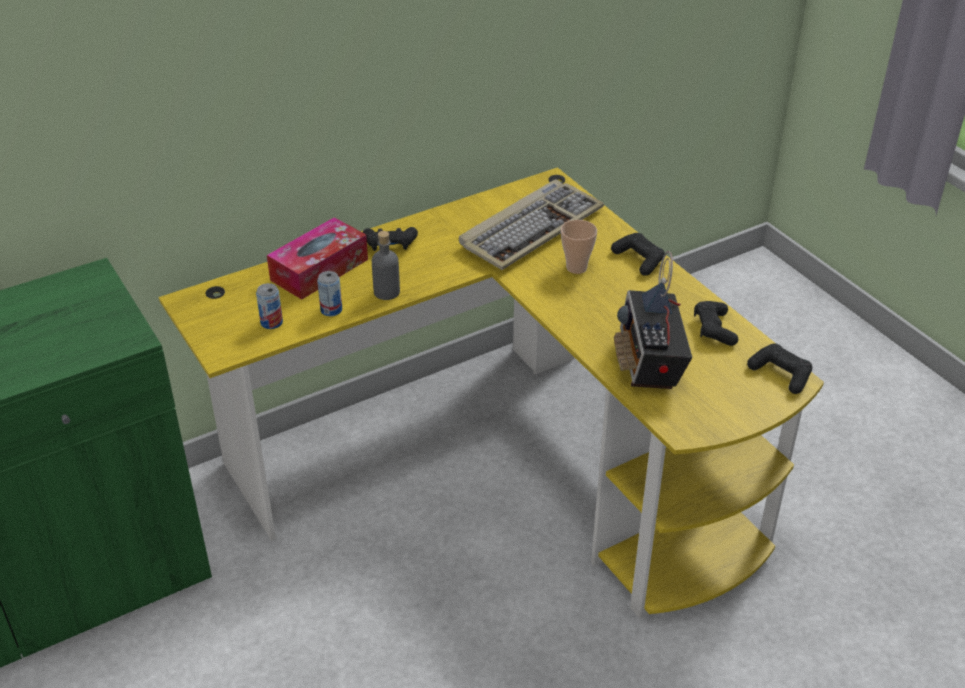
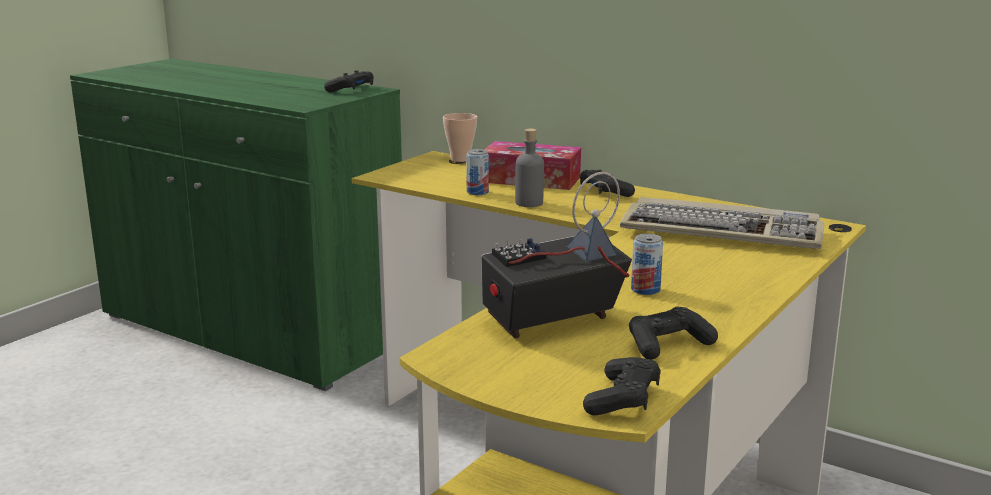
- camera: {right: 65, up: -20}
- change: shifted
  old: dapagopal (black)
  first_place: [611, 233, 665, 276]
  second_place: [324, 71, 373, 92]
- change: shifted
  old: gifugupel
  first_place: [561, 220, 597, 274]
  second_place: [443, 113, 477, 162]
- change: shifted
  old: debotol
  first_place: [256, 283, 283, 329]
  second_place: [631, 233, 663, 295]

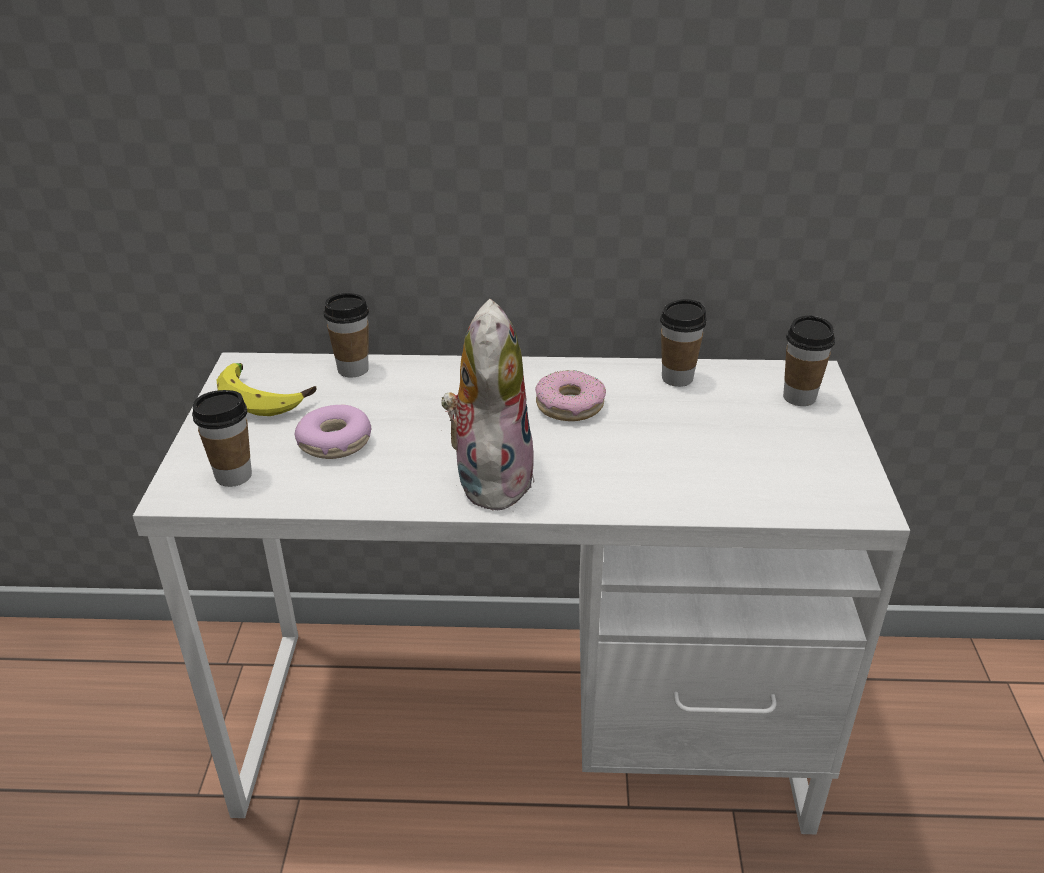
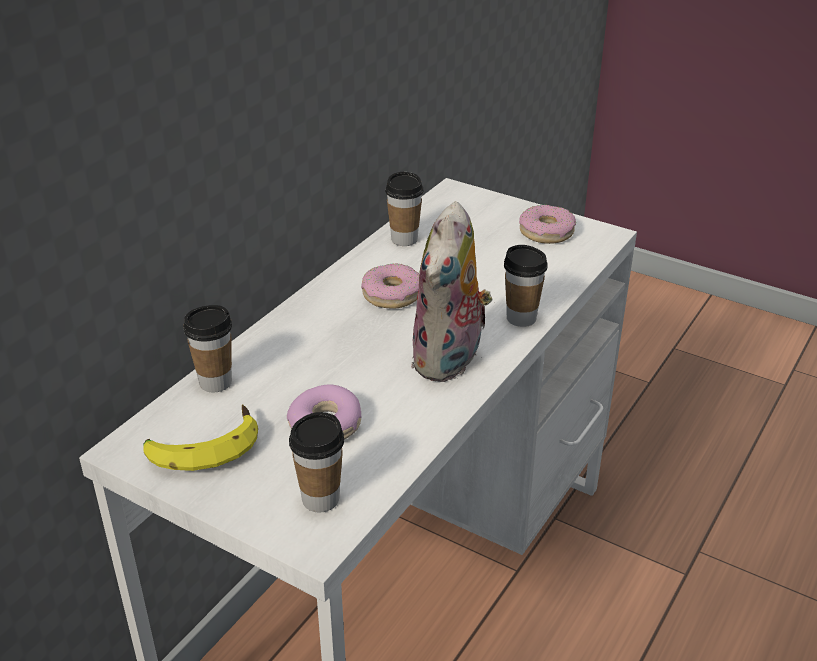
- camera: {right: -60, up: 0}
- change: rotated
  old: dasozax
  first_place: [441, 299, 534, 511]
  second_place: [411, 201, 492, 382]
  degrees: -105
- change: shifted
  old: gifugupel
  first_place: [783, 316, 835, 406]
  second_place: [504, 245, 548, 327]
- change: new
  new: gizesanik
  second_place: [519, 205, 576, 244]

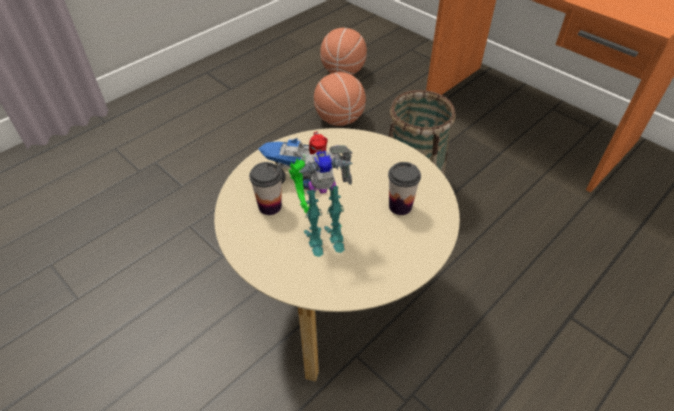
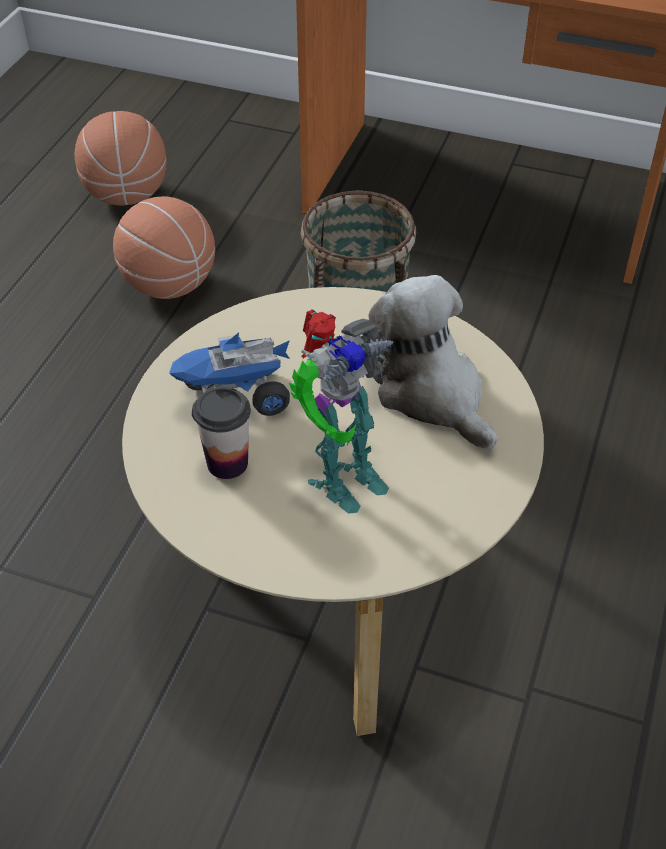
- camera: {right: -25, up: 0}
- change: swapped
  old: gifugupel
  new: dasozax
  first_place: [388, 162, 421, 215]
  second_place: [369, 275, 497, 449]

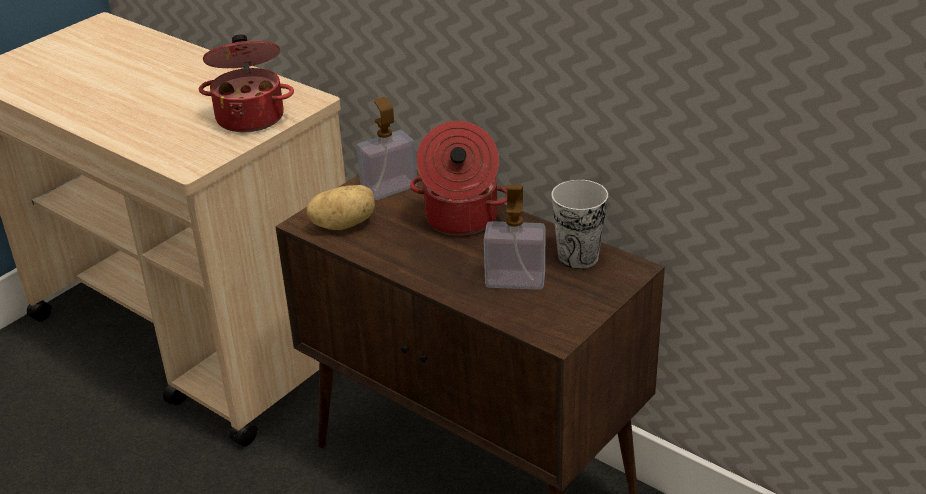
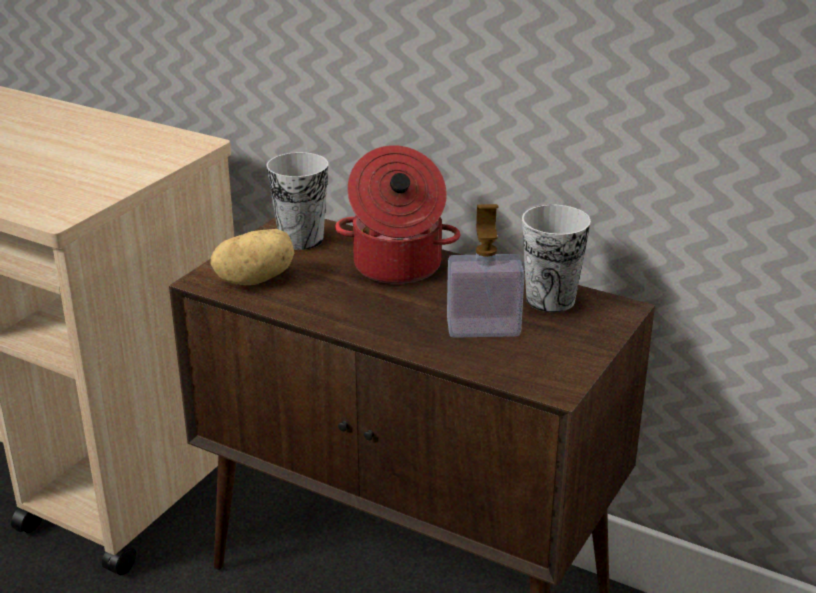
- camera: {right: -10, up: -5}
- change: swapped
  old: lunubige
  new: gifugupel
  first_place: [357, 97, 417, 201]
  second_place: [266, 152, 329, 250]
- change: gone
  old: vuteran
  first_place: [199, 35, 294, 132]

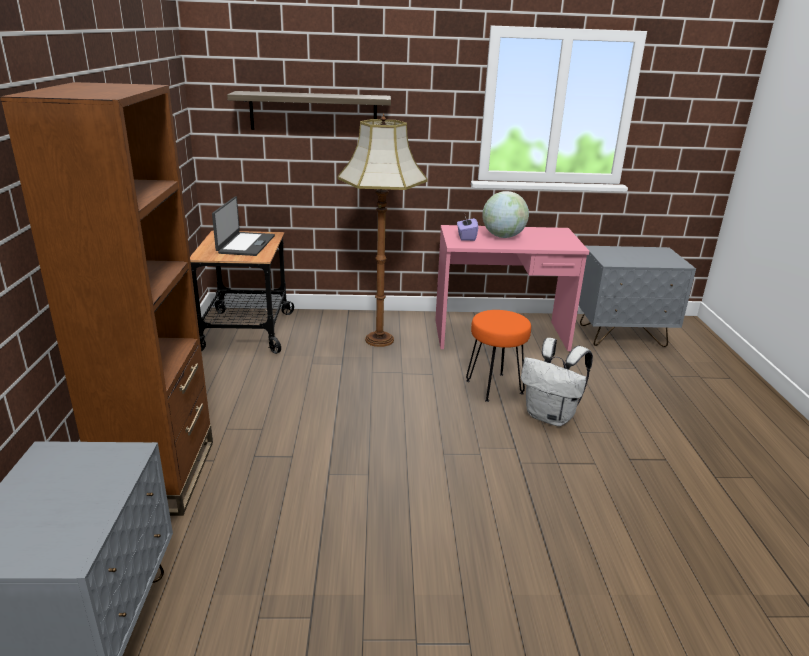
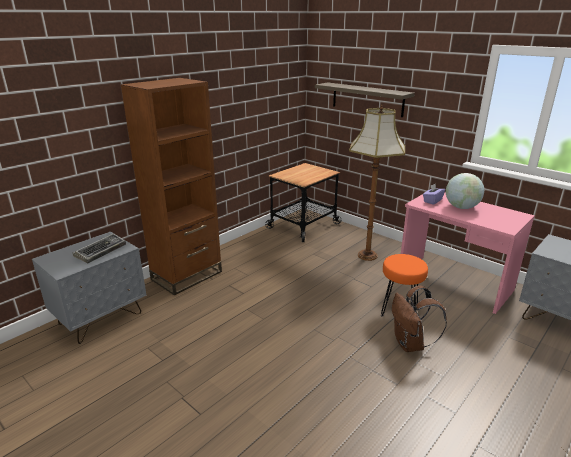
- camera: {right: 45, up: 0}
- change: new
  new: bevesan
  second_place: [72, 233, 126, 263]
- change: repainted
  old: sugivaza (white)
  new: sugivaza (brown)
  first_place: [521, 338, 593, 426]
  second_place: [392, 285, 447, 352]
- change: gone
  old: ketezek
  first_place: [212, 196, 275, 256]

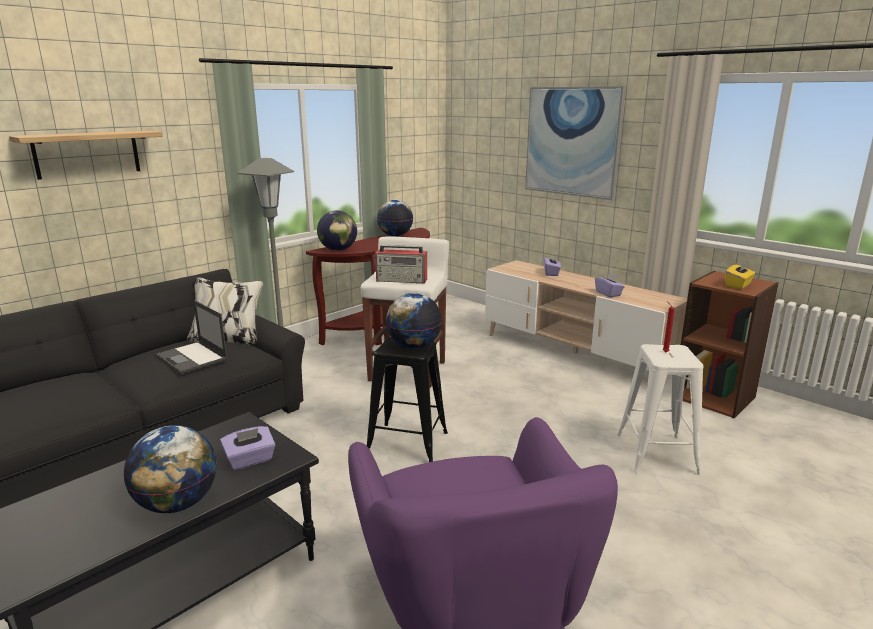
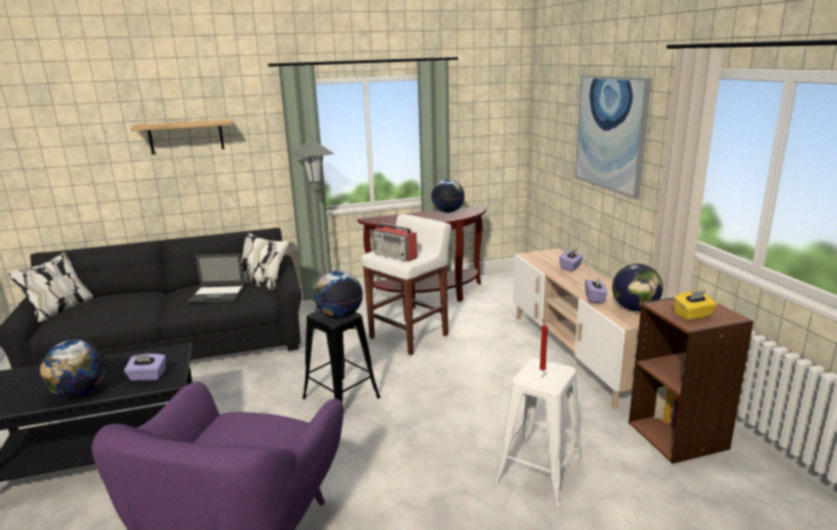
- camera: {right: 30, up: 0}
- change: rotated
  old: ketezek
  first_place: [155, 300, 228, 374]
  second_place: [188, 253, 245, 302]
  degrees: -75
- change: shifted
  old: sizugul
  first_place: [317, 211, 357, 251]
  second_place: [612, 264, 663, 311]

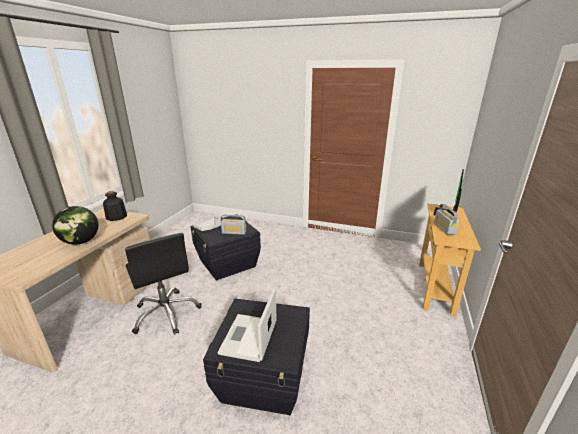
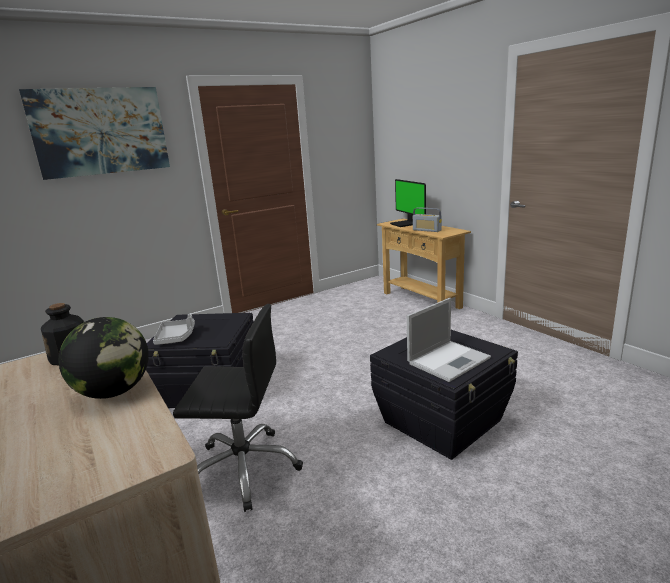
- camera: {right: -50, up: -5}
- change: new
  new: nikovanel
  second_place: [19, 87, 170, 180]
- change: rotated
  old: ketezek
  first_place: [217, 288, 277, 362]
  second_place: [407, 298, 491, 382]
  degrees: -90
- change: gone
  old: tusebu
  first_place: [221, 215, 246, 235]

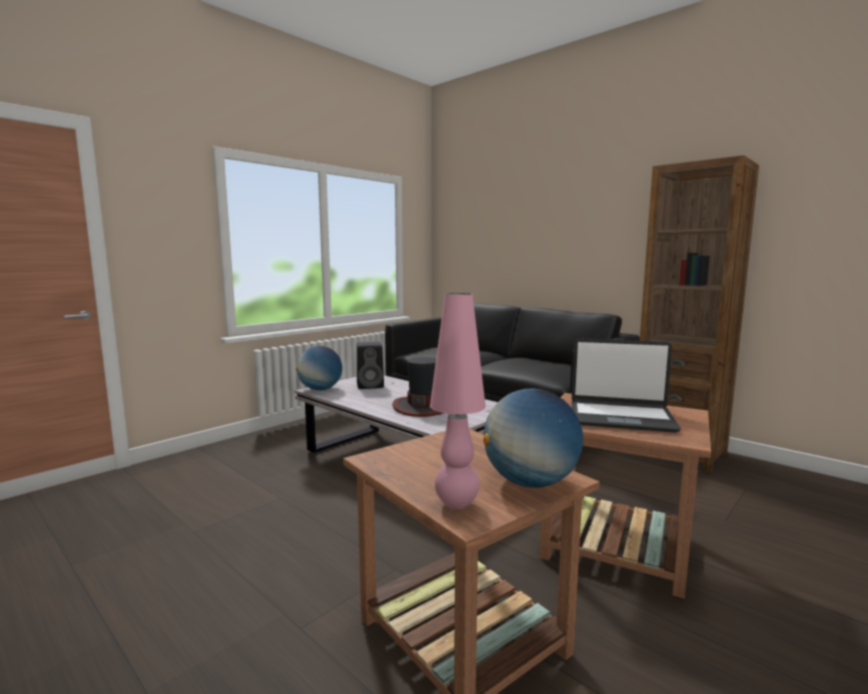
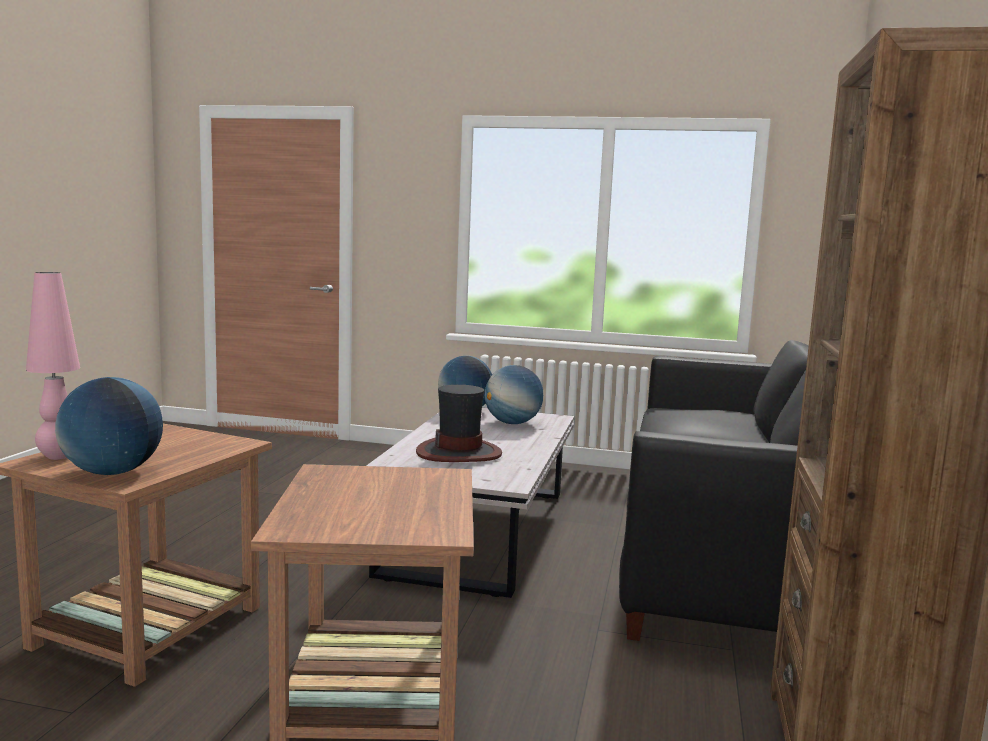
- camera: {right: 60, up: 0}
- change: swapped
  old: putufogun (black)
  new: sizugul
  first_place: [357, 342, 384, 389]
  second_place: [485, 365, 543, 424]
- change: gone
  old: ketezek
  first_place: [572, 338, 681, 433]

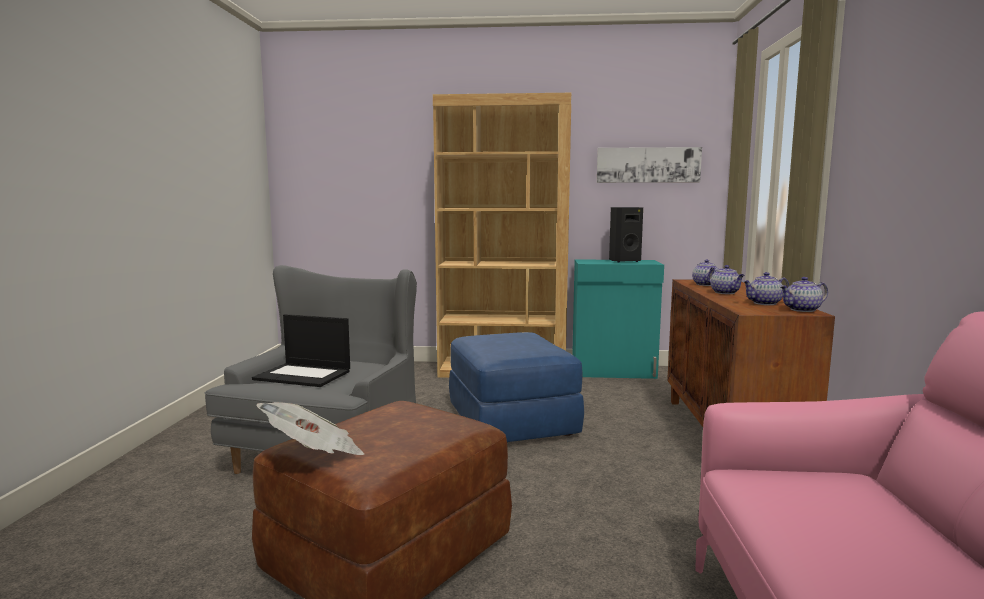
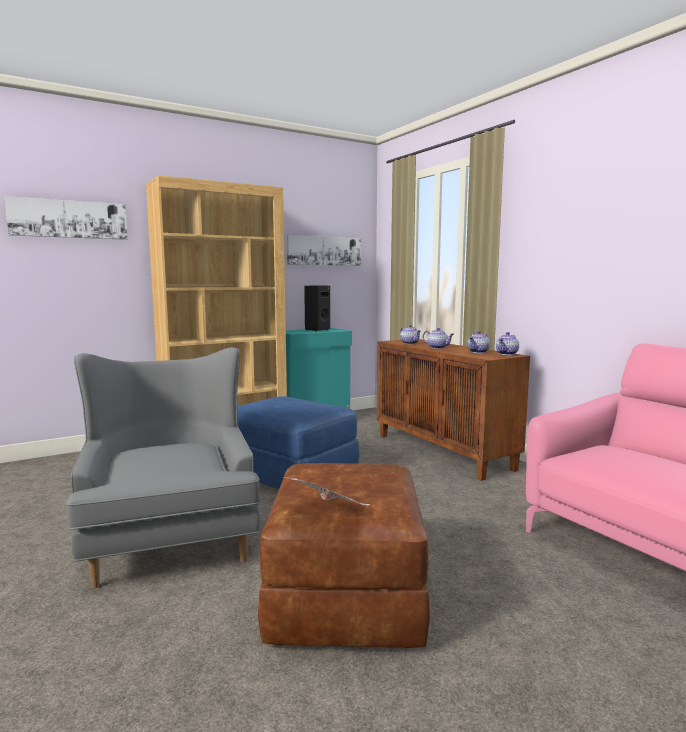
- camera: {right: -35, up: 0}
- change: new
  new: nikovanel
  second_place: [5, 196, 128, 240]
- change: gone
  old: ketezek
  first_place: [252, 314, 350, 387]

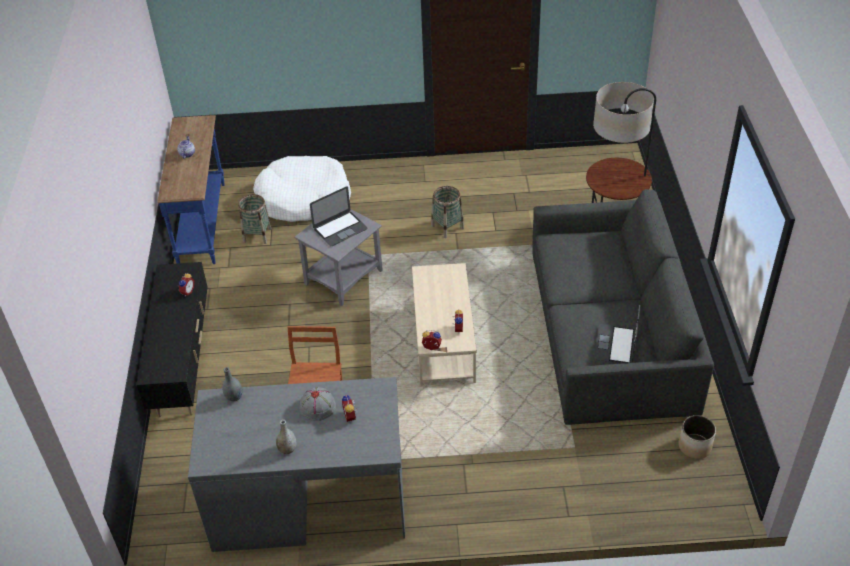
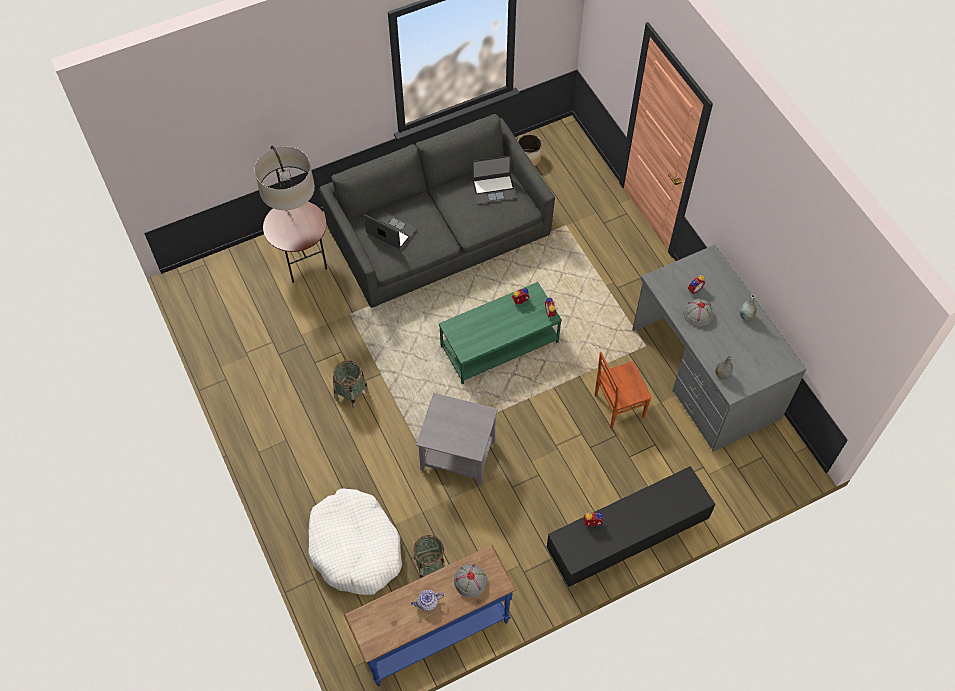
- camera: {right: -115, up: 15}
- change: shifted
  old: ketezek
  first_place: [310, 186, 367, 246]
  second_place: [364, 212, 417, 249]
- change: repainted
  old: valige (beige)
  new: valige (green)
  first_place: [412, 263, 476, 387]
  second_place: [439, 282, 562, 384]
- change: new
  new: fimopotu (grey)
  second_place: [454, 564, 488, 597]

